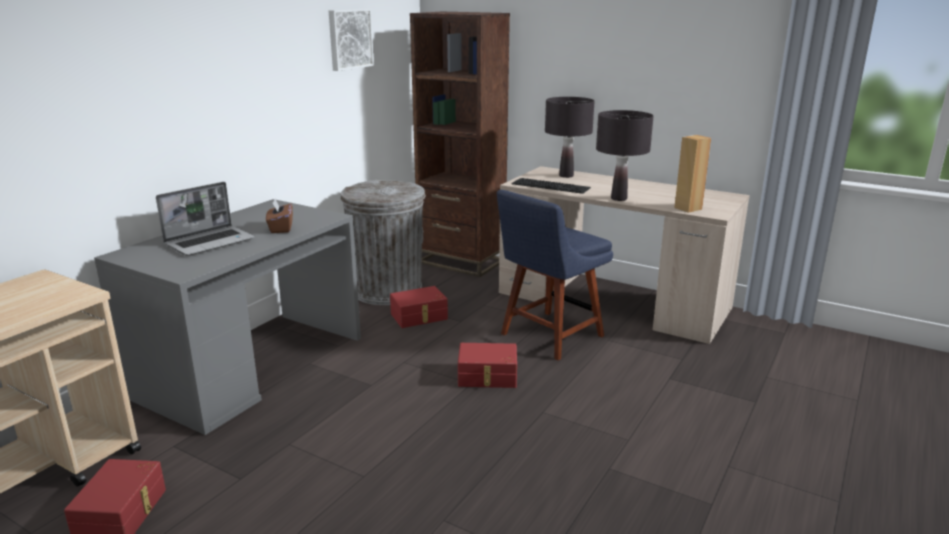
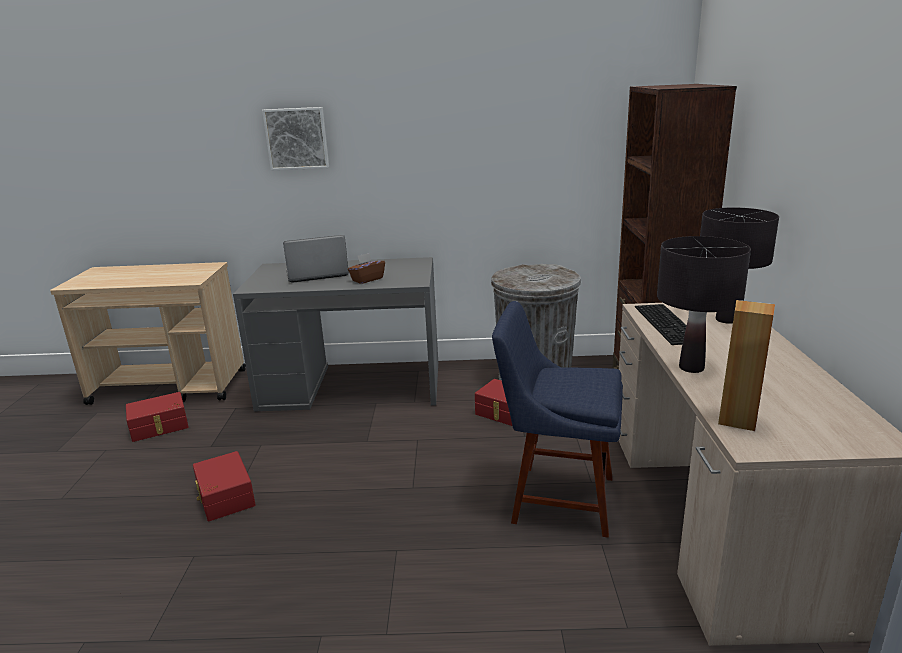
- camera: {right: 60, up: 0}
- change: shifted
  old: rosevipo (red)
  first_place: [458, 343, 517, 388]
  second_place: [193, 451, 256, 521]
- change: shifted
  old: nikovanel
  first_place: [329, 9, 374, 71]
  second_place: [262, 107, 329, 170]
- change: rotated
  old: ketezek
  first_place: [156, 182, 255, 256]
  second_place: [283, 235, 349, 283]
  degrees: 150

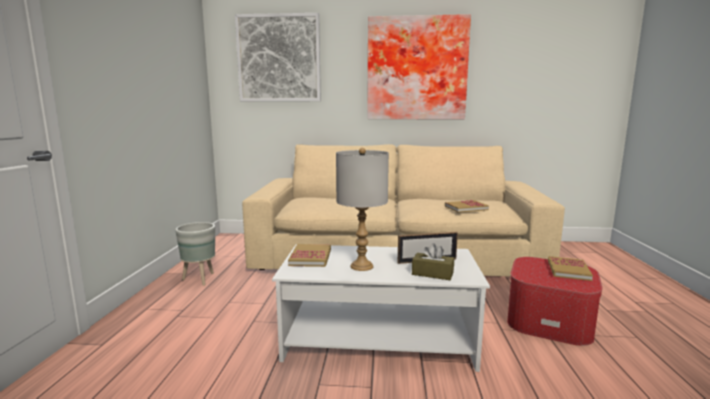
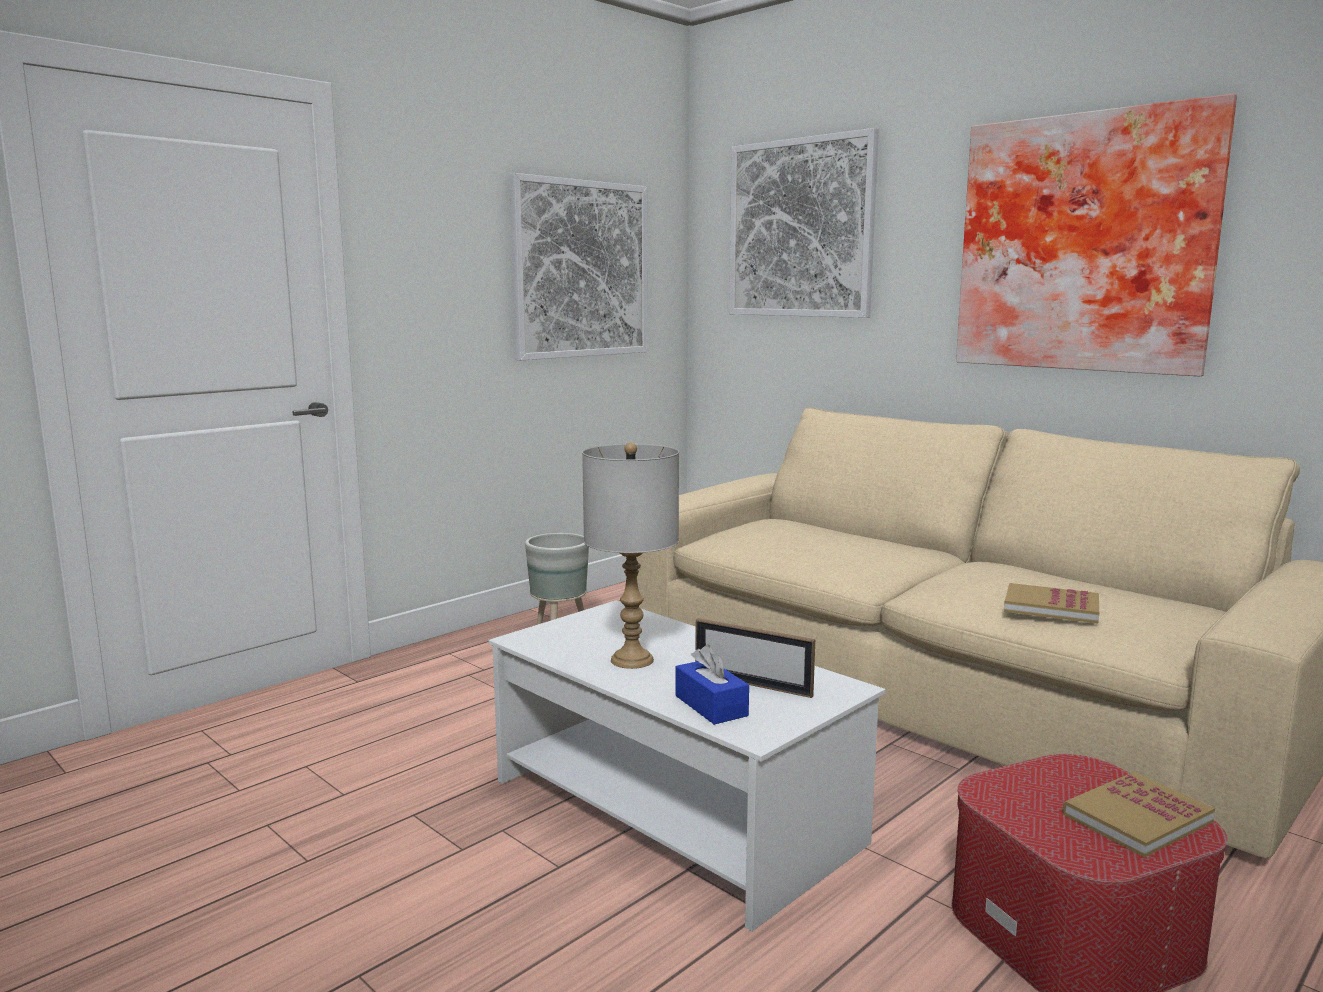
- camera: {right: 40, up: 0}
- change: new
  new: nikovanel
  second_place: [509, 173, 648, 360]
- change: repainted
  old: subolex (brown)
  new: subolex (blue)
  first_place: [412, 243, 454, 280]
  second_place: [676, 645, 749, 725]
- change: gone
  old: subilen
  first_place: [288, 244, 331, 267]

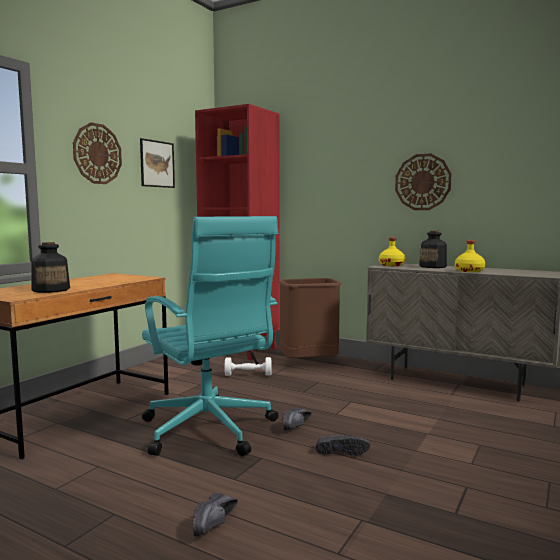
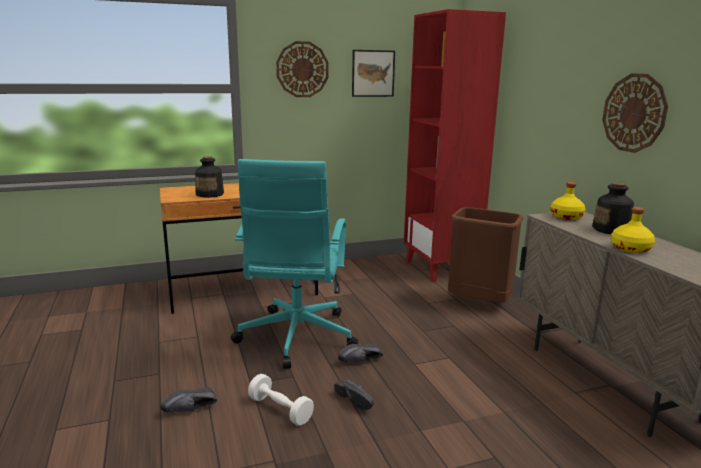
- camera: {right: 40, up: 10}
- change: shifted
  old: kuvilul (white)
  first_place: [225, 357, 271, 376]
  second_place: [248, 374, 314, 426]

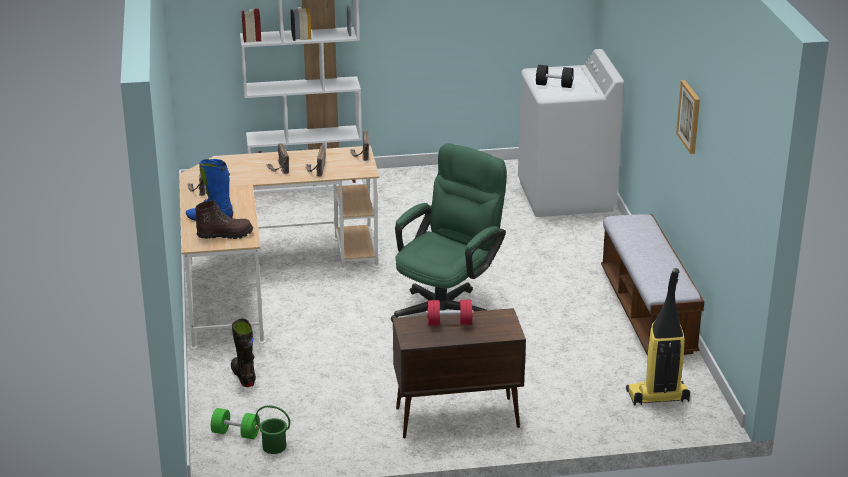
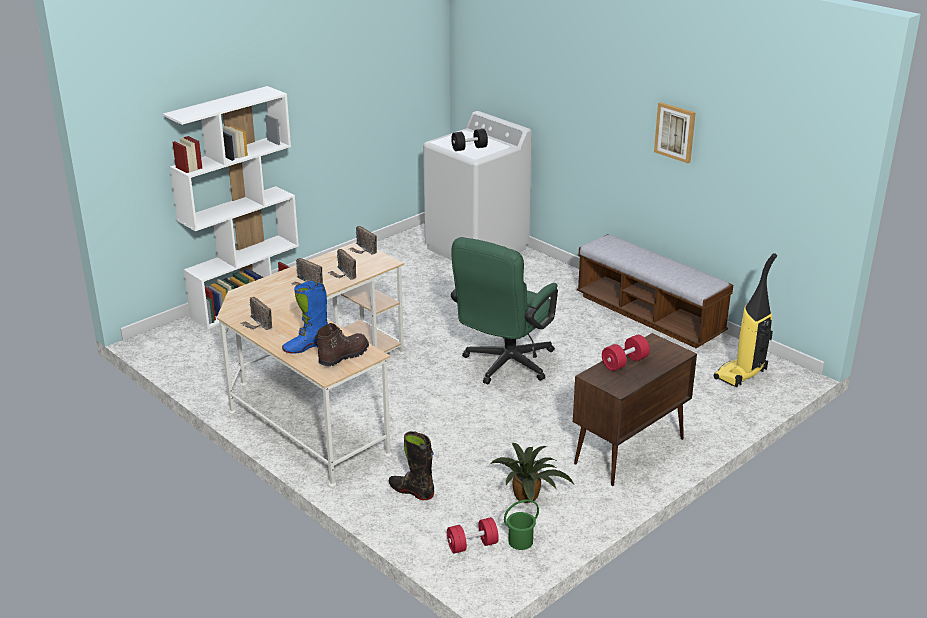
- camera: {right: -35, up: 0}
- change: repainted
  old: kuvilul (green)
  new: kuvilul (red)
  first_place: [211, 408, 260, 439]
  second_place: [447, 517, 499, 554]
- change: rotated
  old: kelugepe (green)
  first_place: [391, 143, 507, 323]
  second_place: [451, 237, 558, 384]
  degrees: -150
- change: new
  new: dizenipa
  second_place: [491, 443, 574, 503]

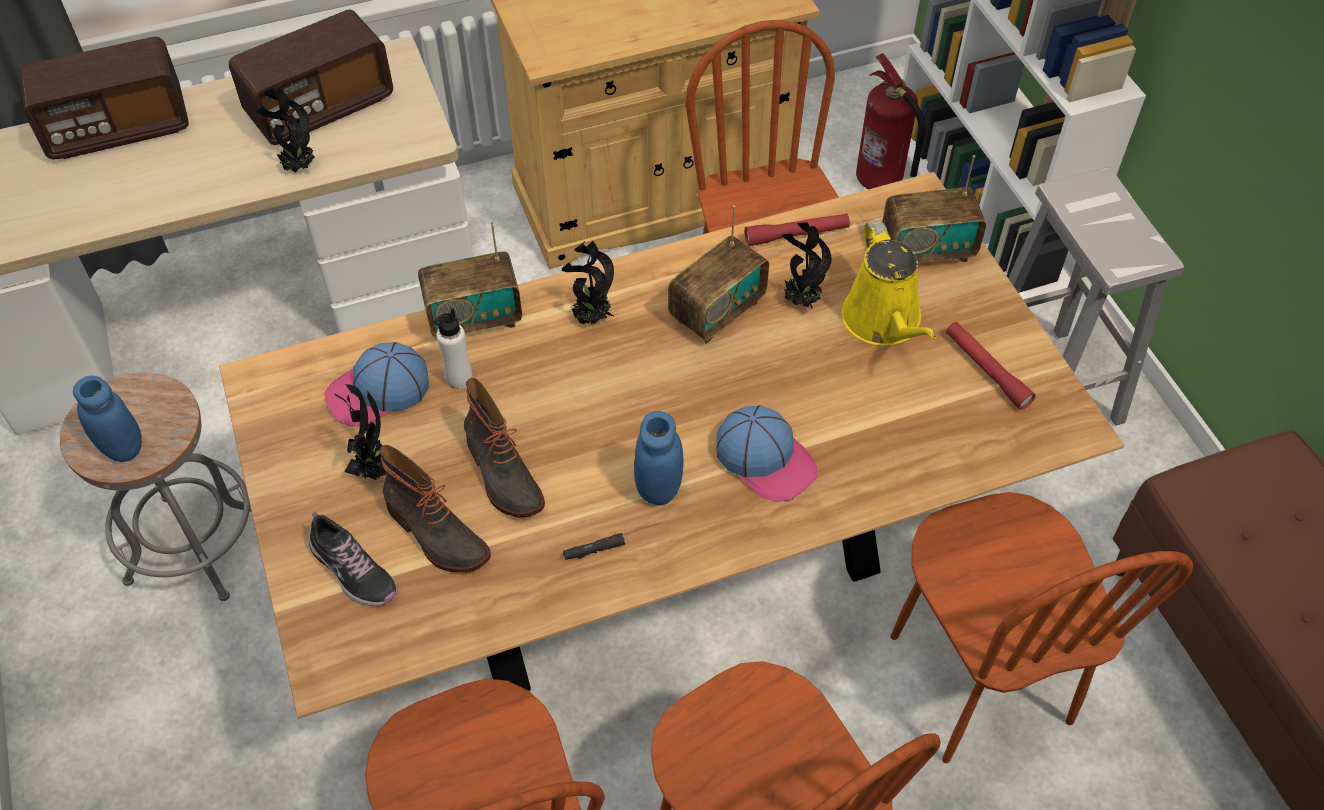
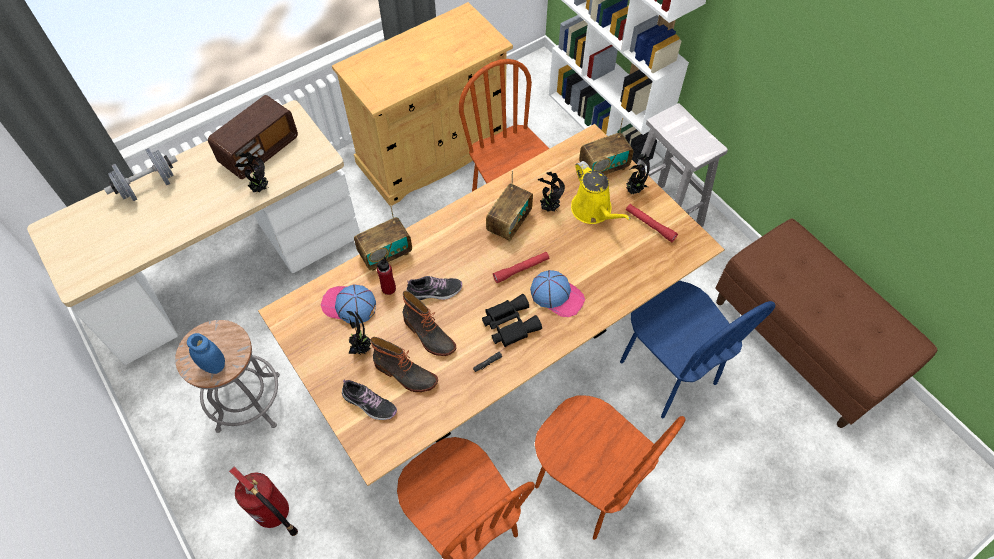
- camera: {right: -15, up: 5}
- change: swapped
  old: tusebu
  new: kuvilul (grey)
  first_place: [19, 37, 189, 159]
  second_place: [104, 148, 177, 201]
- change: shifted
  old: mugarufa
  first_place: [856, 53, 926, 189]
  second_place: [229, 466, 298, 536]
- change: rotated
  old: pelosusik
  first_place: [324, 342, 429, 426]
  second_place: [321, 284, 376, 324]
  degrees: 60
- change: repainted
  old: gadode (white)
  new: gadode (red)
  first_place: [434, 308, 473, 389]
  second_place: [377, 256, 396, 295]
- change: new
  new: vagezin
  second_place: [407, 276, 462, 300]
- change: swapped
  old: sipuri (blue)
  new: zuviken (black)
  first_place: [634, 411, 684, 505]
  second_place: [482, 294, 542, 347]
- change: shifted
  old: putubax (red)
  first_place: [745, 213, 850, 246]
  second_place: [493, 252, 549, 283]
- change: repainted
  old: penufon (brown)
  new: penufon (blue)
  first_place: [890, 492, 1193, 763]
  second_place: [620, 281, 776, 418]
- change: shifted
  old: dizenipa
  first_place: [562, 241, 615, 326]
  second_place: [626, 152, 650, 194]

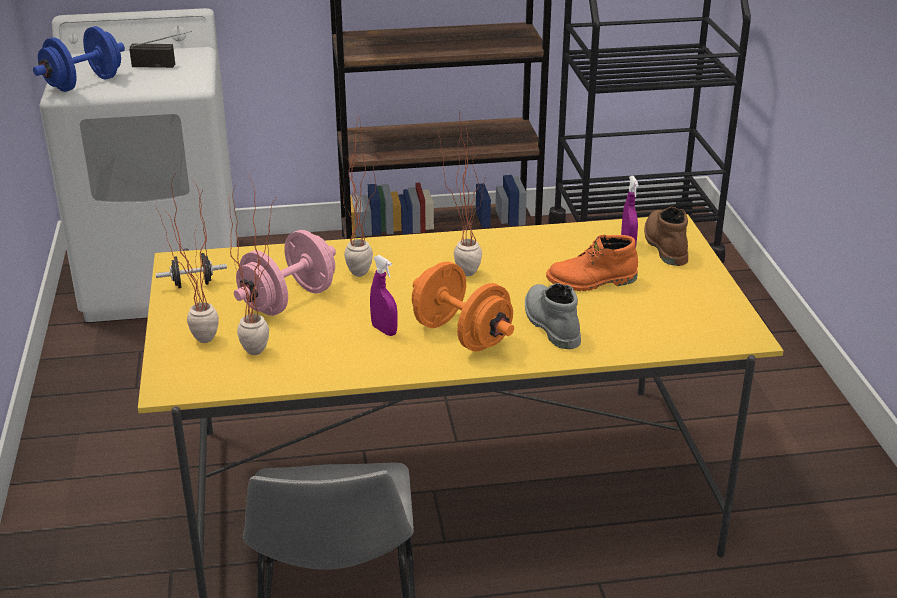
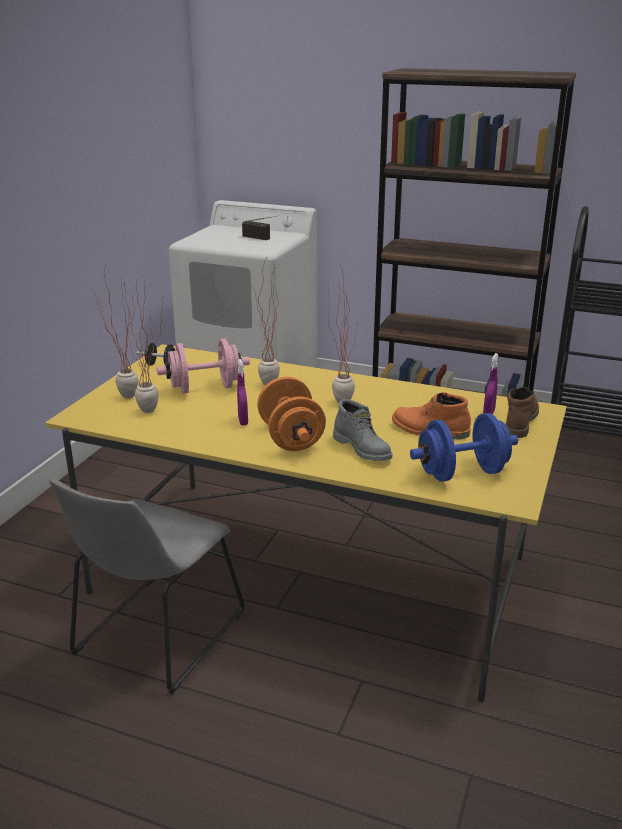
- camera: {right: 30, up: -5}
- change: rotated
  old: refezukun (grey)
  first_place: [525, 283, 581, 349]
  second_place: [333, 399, 393, 461]
  degrees: 135
- change: shifted
  old: kuvilul (blue)
  first_place: [33, 26, 125, 92]
  second_place: [410, 413, 518, 482]

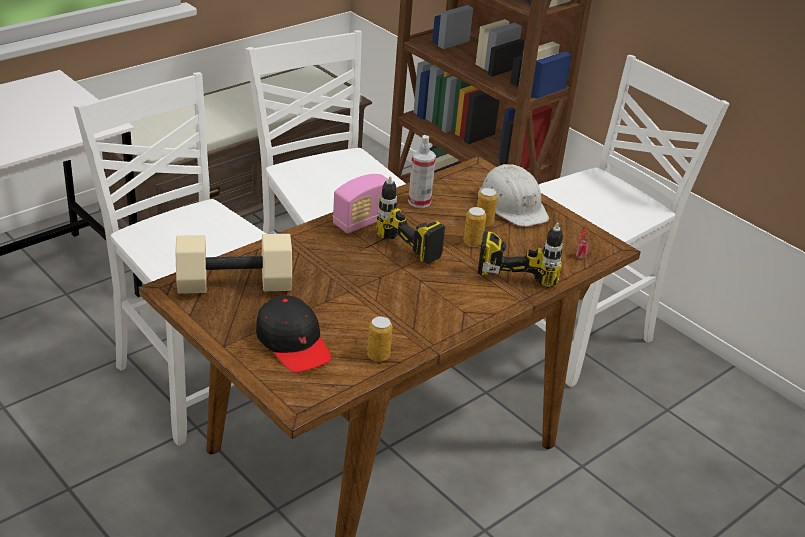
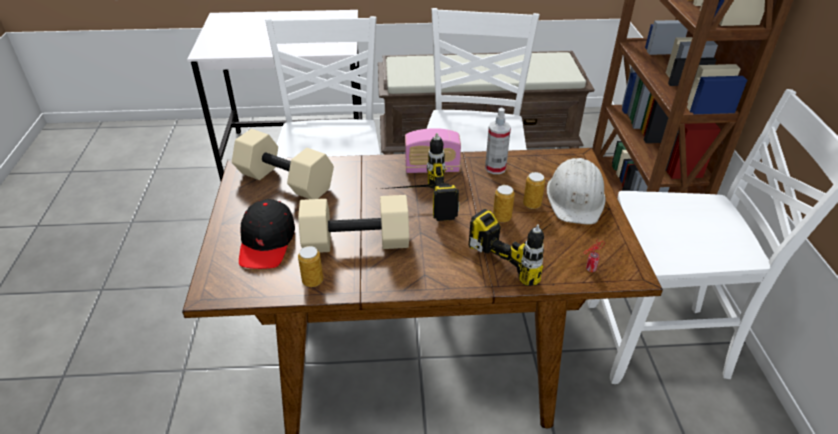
- camera: {right: 40, up: 5}
- change: new
  new: kuvilul (beige)
  second_place: [298, 195, 409, 253]

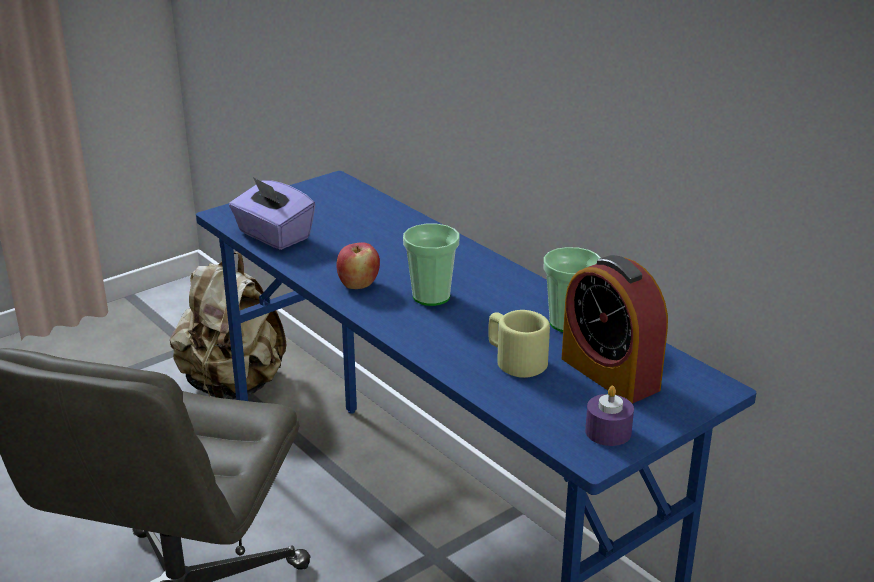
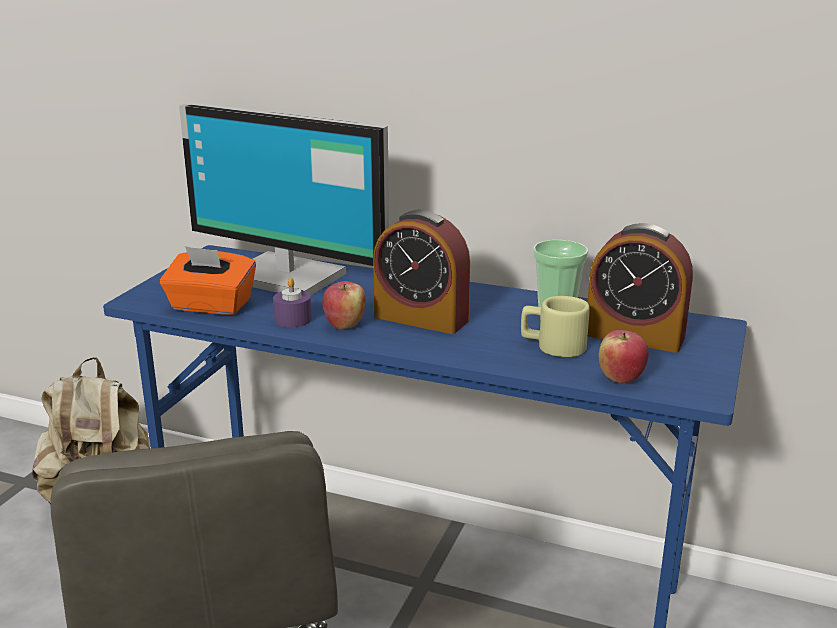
- camera: {right: -30, up: -5}
- change: repainted
  old: subolex (purple)
  new: subolex (orange)
  first_place: [229, 177, 315, 250]
  second_place: [160, 246, 256, 315]
- change: new
  new: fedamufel
  second_place: [179, 103, 389, 295]
- change: shifted
  old: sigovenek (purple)
  first_place: [585, 386, 634, 446]
  second_place: [273, 278, 312, 327]
- change: swapped
  old: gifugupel
  new: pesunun
  first_place: [403, 224, 460, 306]
  second_place: [373, 210, 470, 334]
- change: new
  new: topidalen
  second_place: [599, 330, 649, 383]

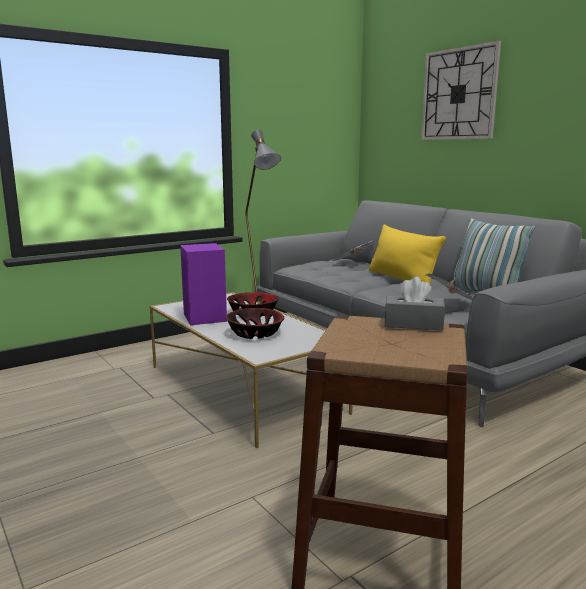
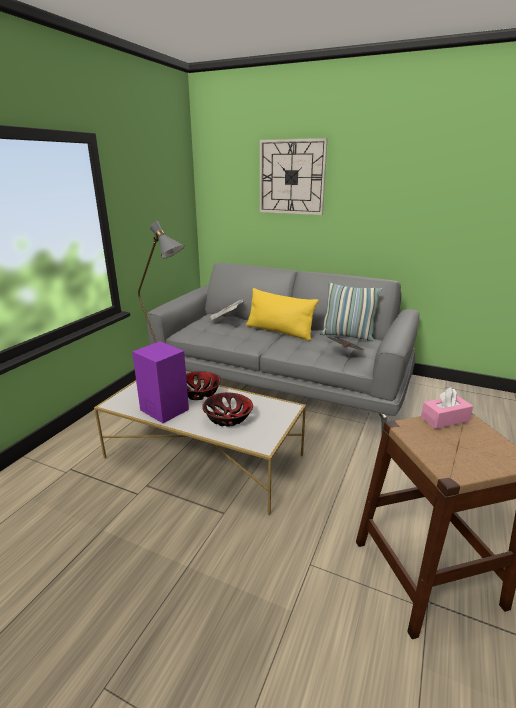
- camera: {right: -30, up: 10}
- change: repainted
  old: subolex (grey)
  new: subolex (pink)
  first_place: [384, 277, 445, 330]
  second_place: [421, 387, 473, 429]

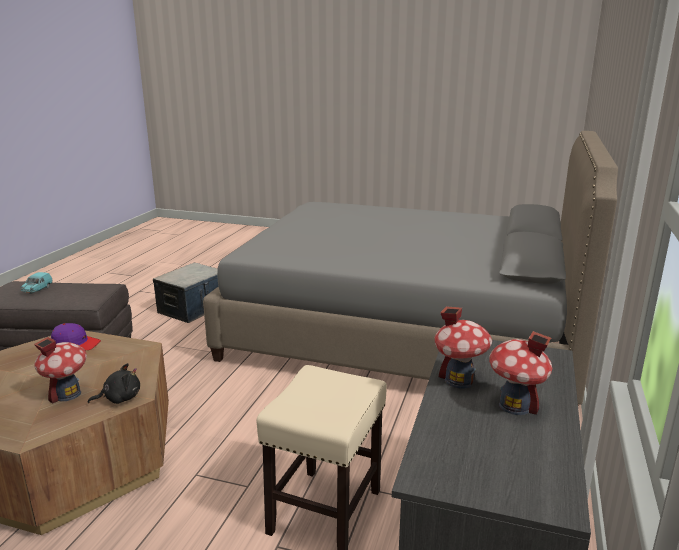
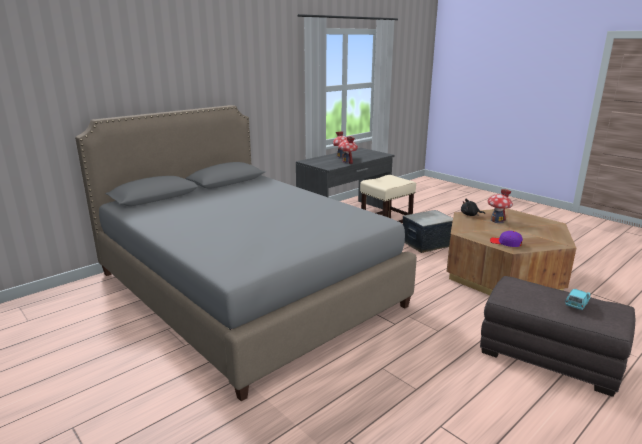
- camera: {right: -150, up: 0}
- change: shifted
  old: rosevipo
  first_place: [153, 263, 218, 323]
  second_place: [403, 210, 453, 253]

